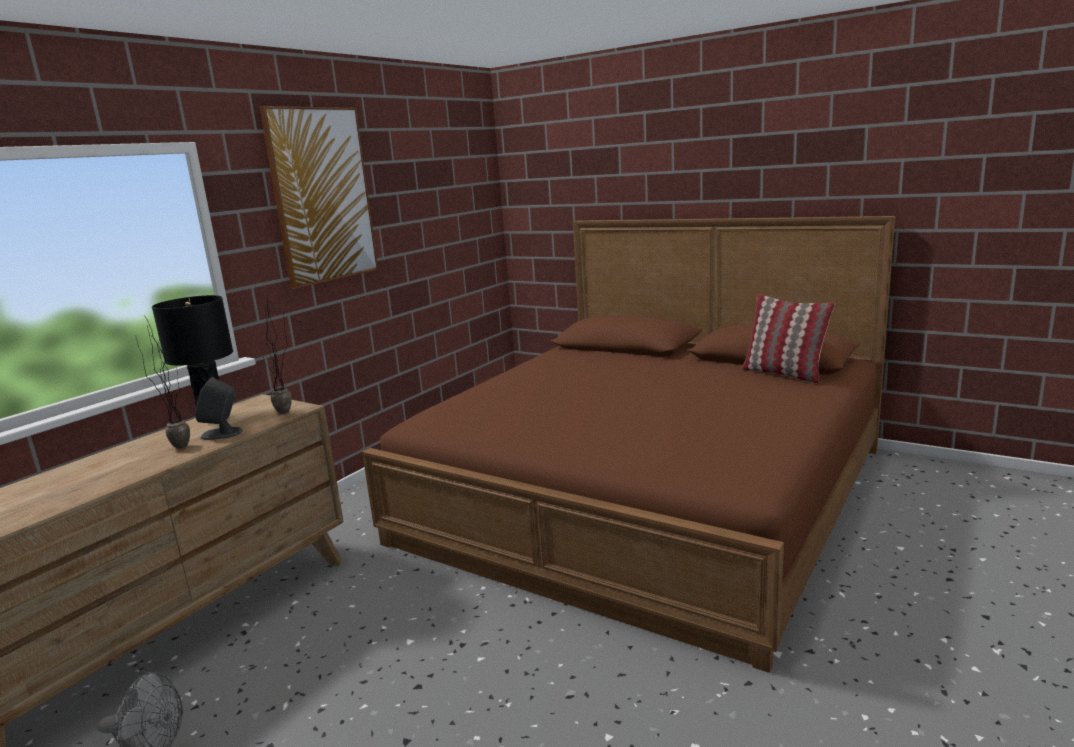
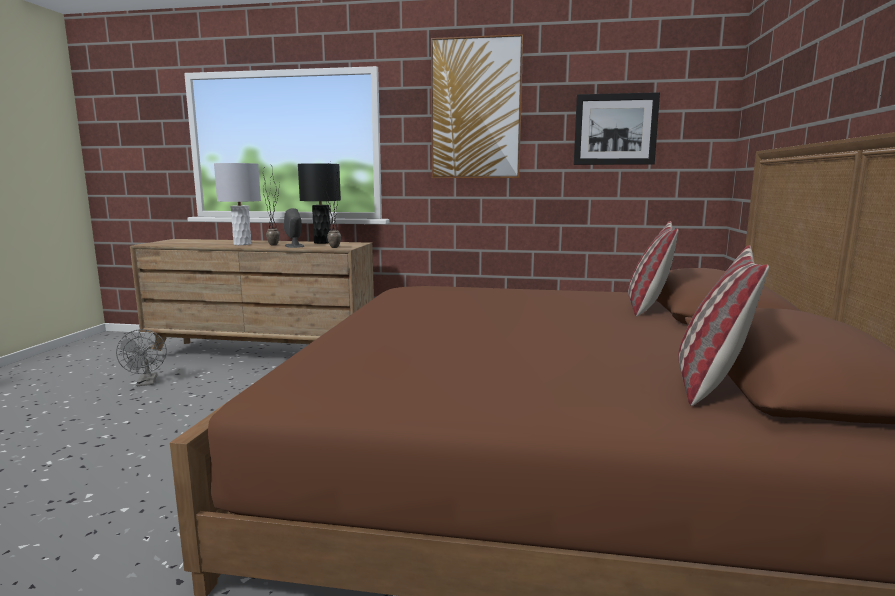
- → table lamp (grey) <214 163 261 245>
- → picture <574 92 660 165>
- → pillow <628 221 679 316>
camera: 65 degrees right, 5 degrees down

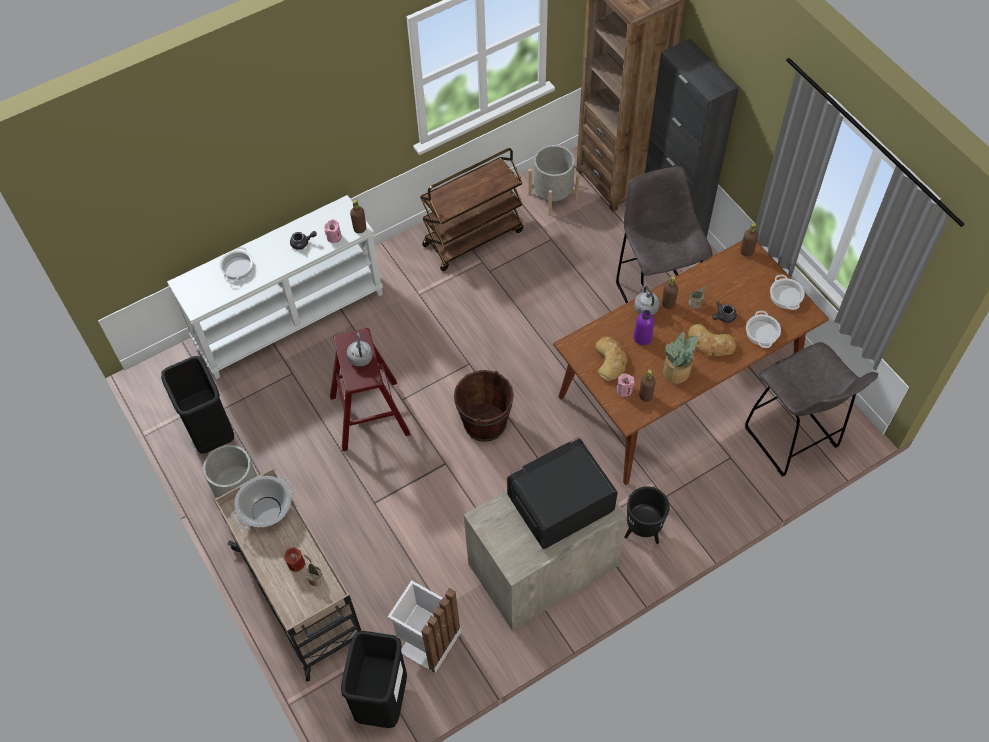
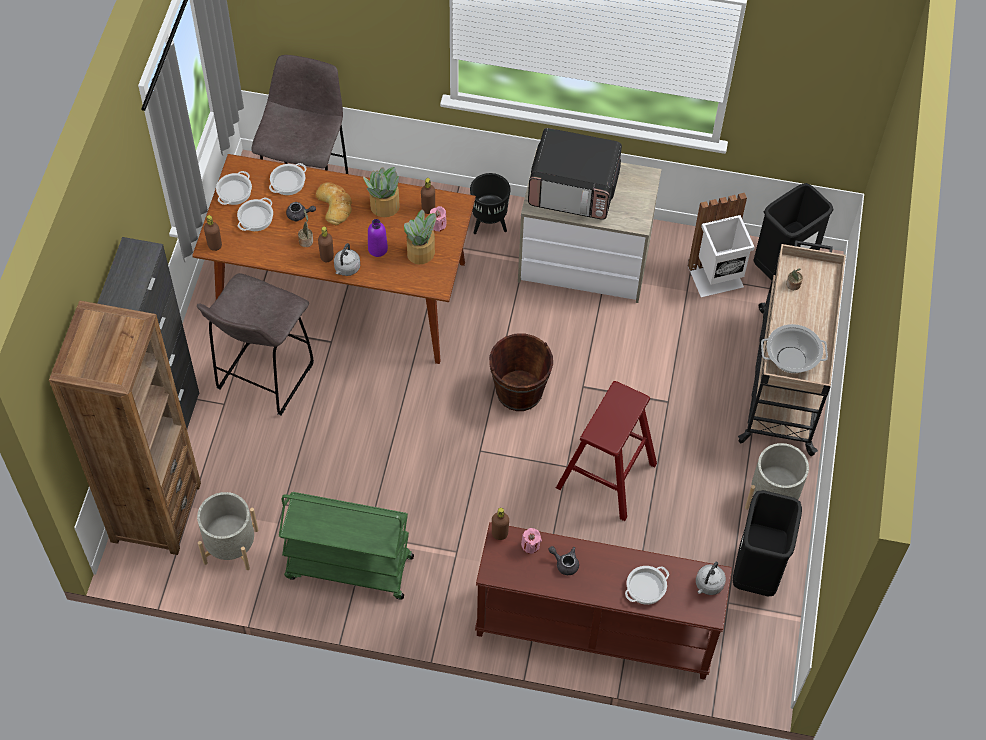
- → cooking pot <237 197 273 231>
cart (brown) <420 148 524 271> → cart (green) <279 492 414 600>
bread <595 337 628 381> → potted plant <404 209 436 264>
console table (white) <167 195 383 379> → console table (brown) <475 522 732 680>
kettle (grey) <347 332 373 367> → kettle (grey) <696 562 726 595>, relocated
candle (red) <284 547 305 572> → -
camera: 140 degrees left, 0 degrees up

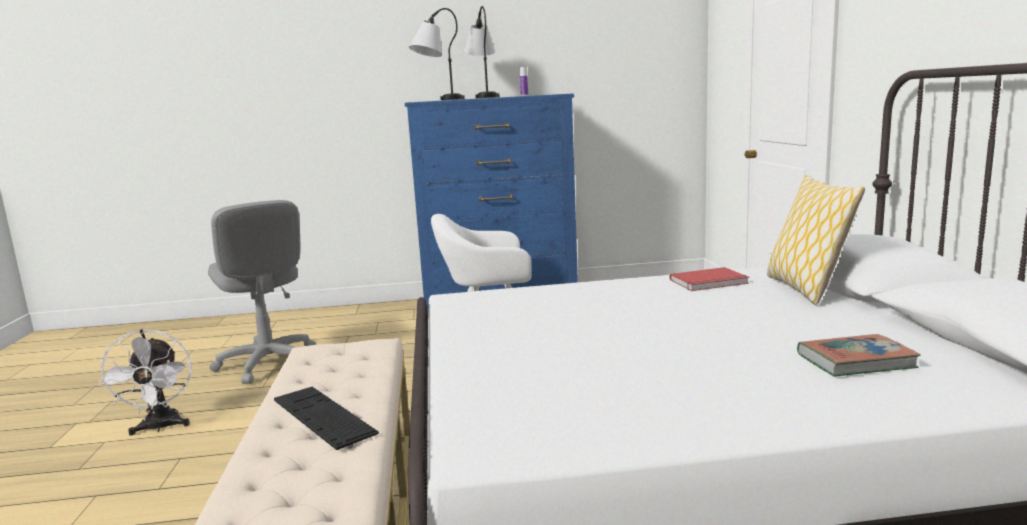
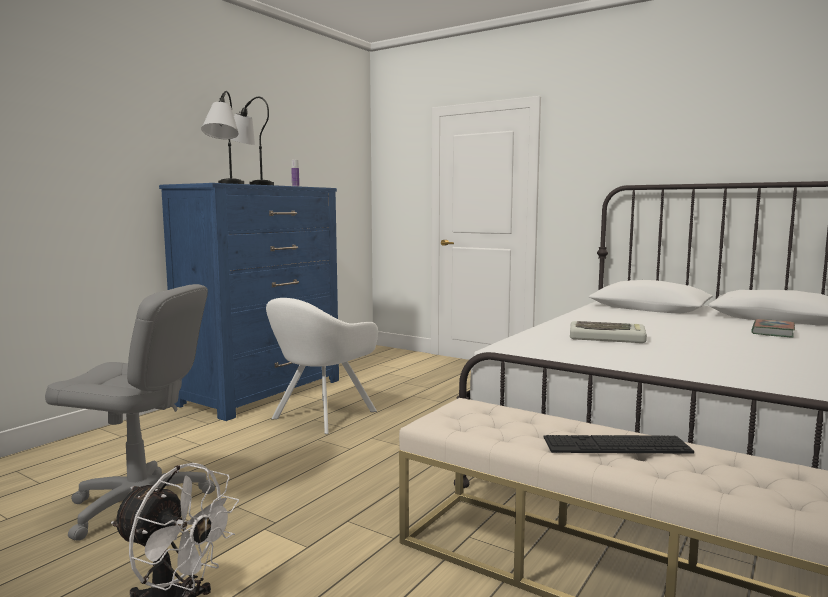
- → keyboard <570 321 647 343>
book (red) <670 267 749 291> → -
pillow <767 175 865 305> → -
camera: 50 degrees left, 5 degrees down

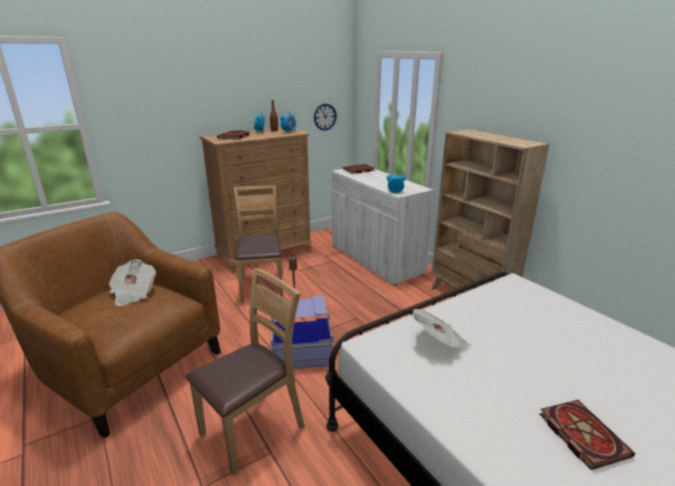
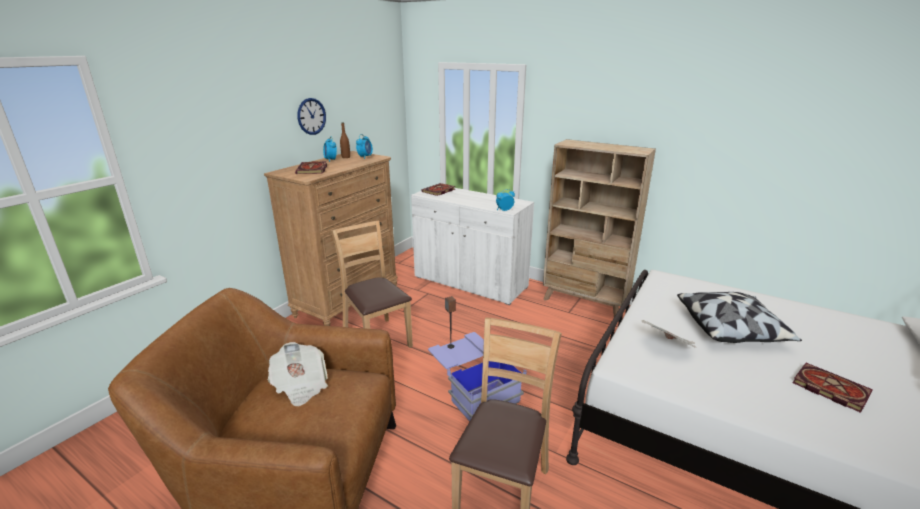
wall clock <314 103 337 131> → wall clock <297 98 326 135>, relocated
- → pillow <677 292 802 343>
camera: 25 degrees left, 0 degrees up

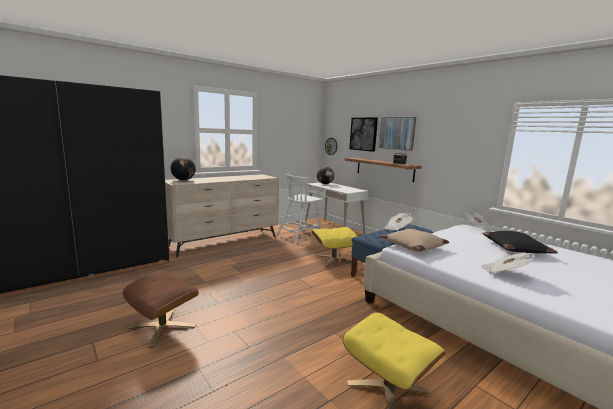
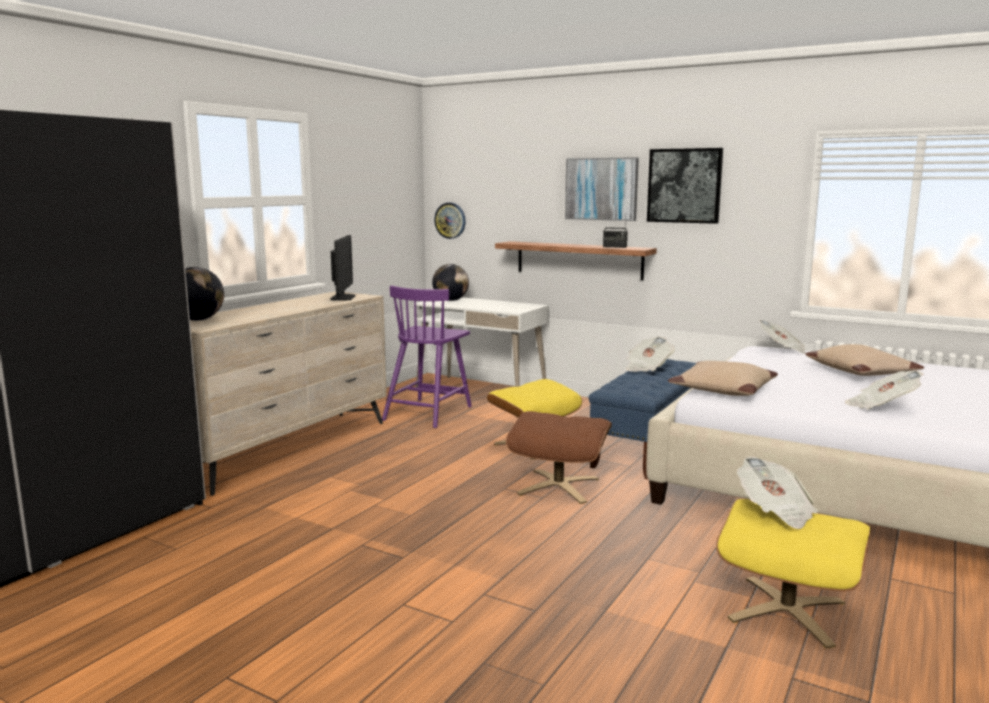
- → monitor <330 235 356 300>
chair (white) <276 174 323 243> → chair (purple) <382 286 472 428>
ottoman (brown) <123 270 199 348> → ottoman (brown) <506 411 612 504>, relocated
picture <350 118 378 152> → picture <647 148 723 224>, relocated
- → newspaper <737 456 818 529>
pillow (black) <483 231 558 254> → pillow (beige) <805 344 924 376>
camera: 20 degrees left, 0 degrees up

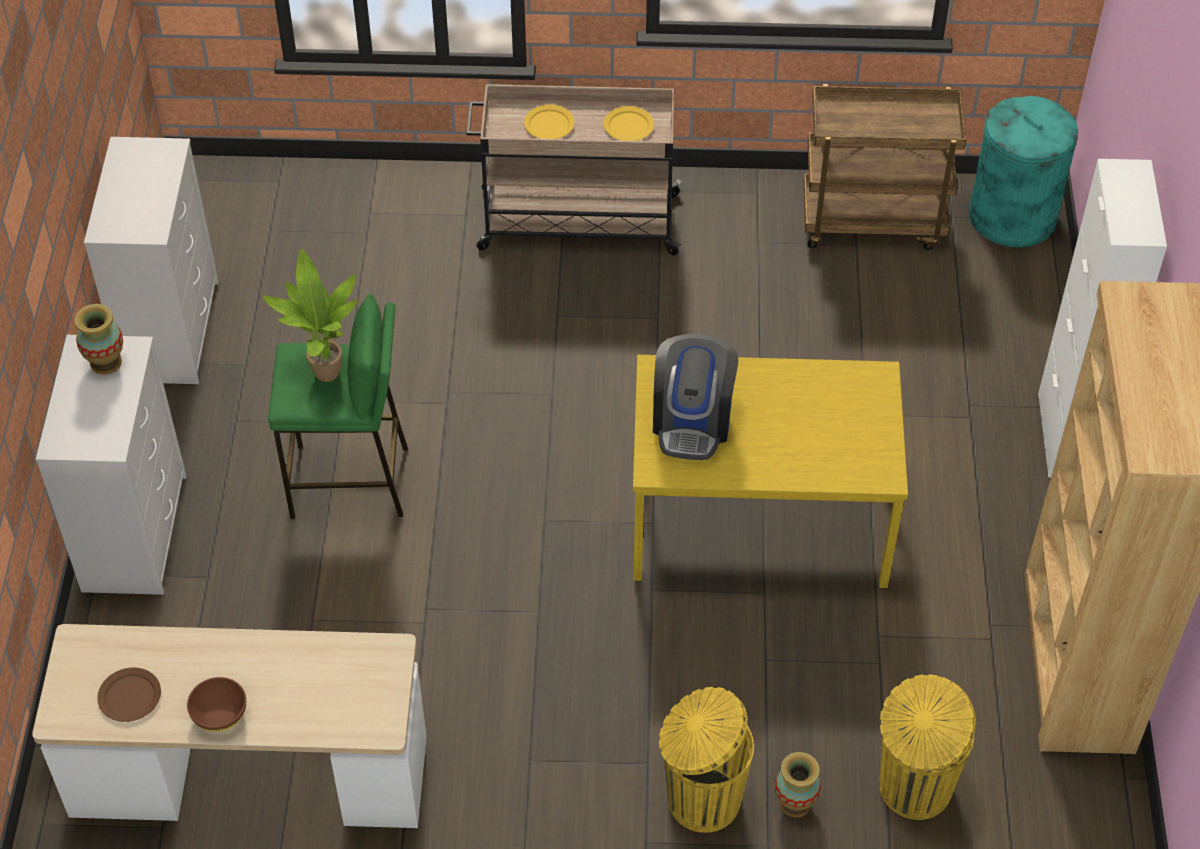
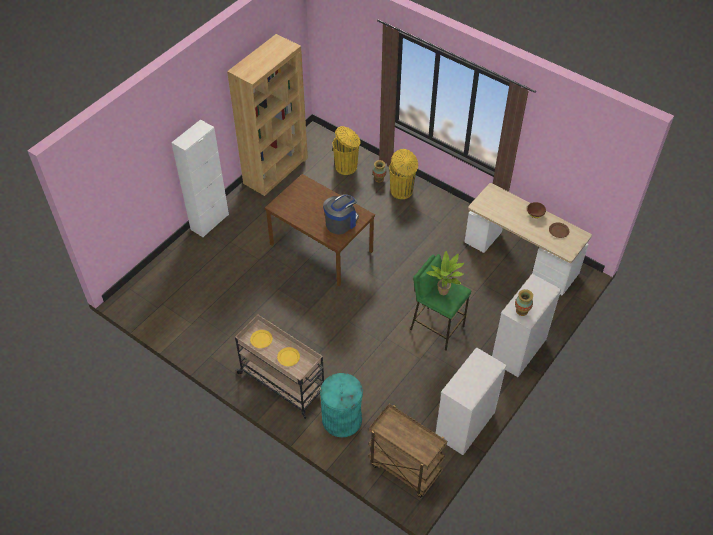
dining table (yellow) <633 355 908 588> → dining table (brown) <265 174 375 286>
trash can (turquoise) <969 96 1078 247> → trash can (turquoise) <320 373 363 437>, relocated
cart (brown) <803 84 966 250> → cart (brown) <368 404 447 498>, relocated
camera: 145 degrees left, 0 degrees up

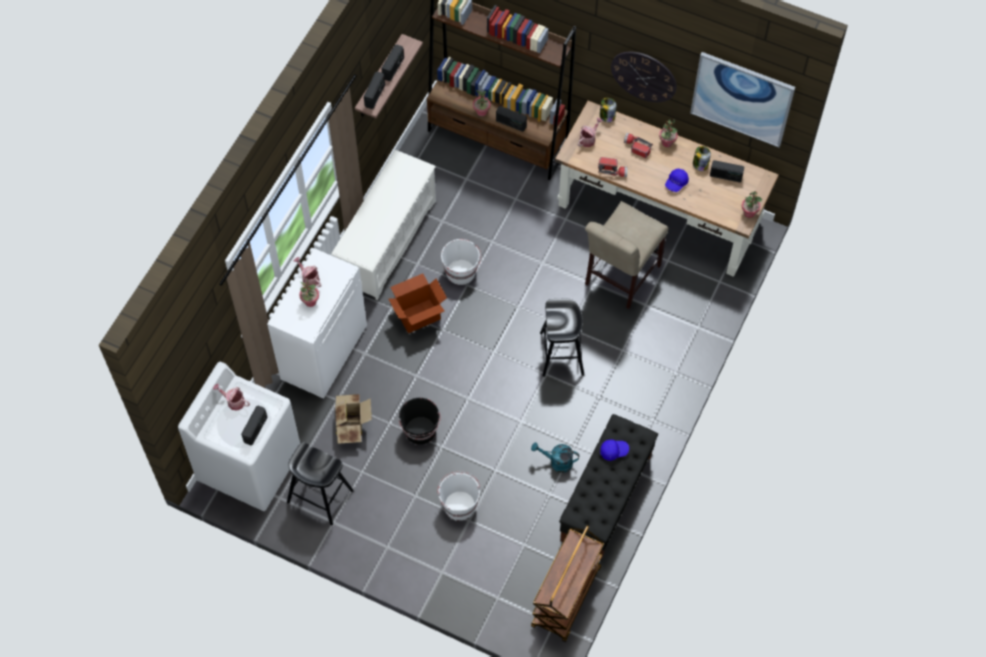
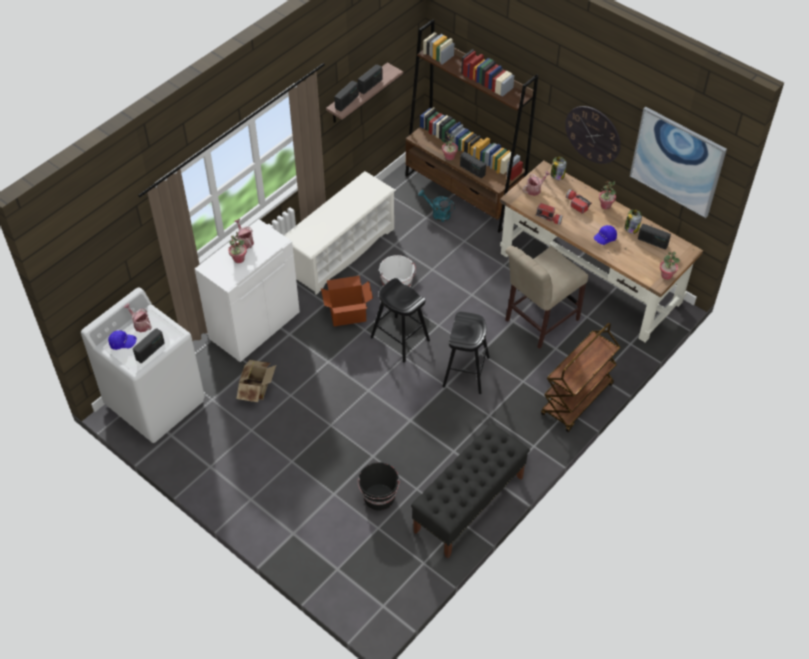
cap (blue) <600 439 629 461> → cap (blue) <108 330 137 350>, relocated
bucket (black) <399 398 441 445> → bucket (black) <358 462 399 511>, relocated
stool (black) <287 443 354 525> → stool (black) <371 278 430 362>, relocated
watering can (turquoise) <531 442 579 473> → watering can (turquoise) <418 190 455 222>, relocated
cart (brown) <531 525 604 642> → cart (brown) <541 323 621 432>, relocated
bucket (white) <437 471 480 521> → -
camera: 15 degrees right, 10 degrees down

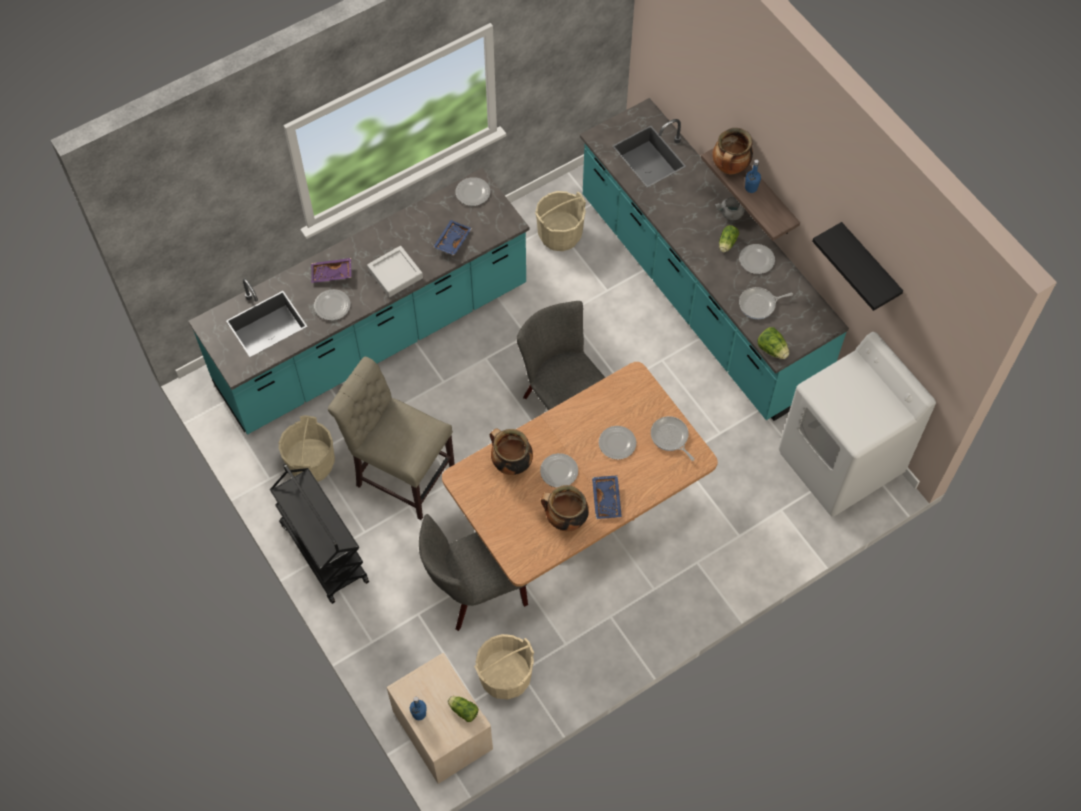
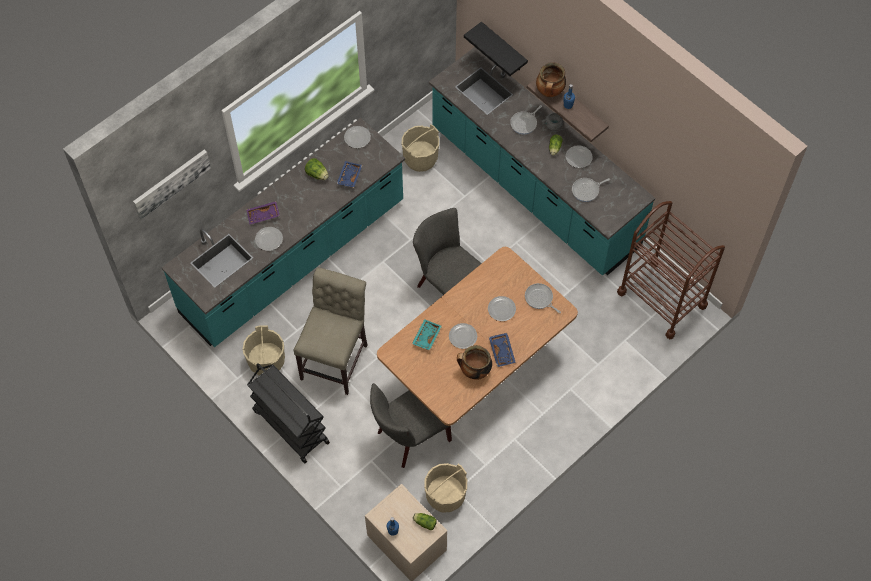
- → picture <133 149 211 219>
chair (beige) <328 357 455 520> → chair (beige) <293 267 368 395>, 90 degrees clockwise
lettuce <758 327 789 359> → lettuce <305 158 329 180>, relocated
cooking pot <490 428 533 475> → tray (turquoise) <412 319 442 351>
shelf (black) <812 222 903 311> → shelf (black) <464 22 528 76>, relocated
- → frying pan <510 105 542 135>
washing machine (white) <779 332 936 517> → cart (brown) <617 201 725 340>
tray (grey) <367 246 423 297> → -
camera: 10 degrees left, 0 degrees up

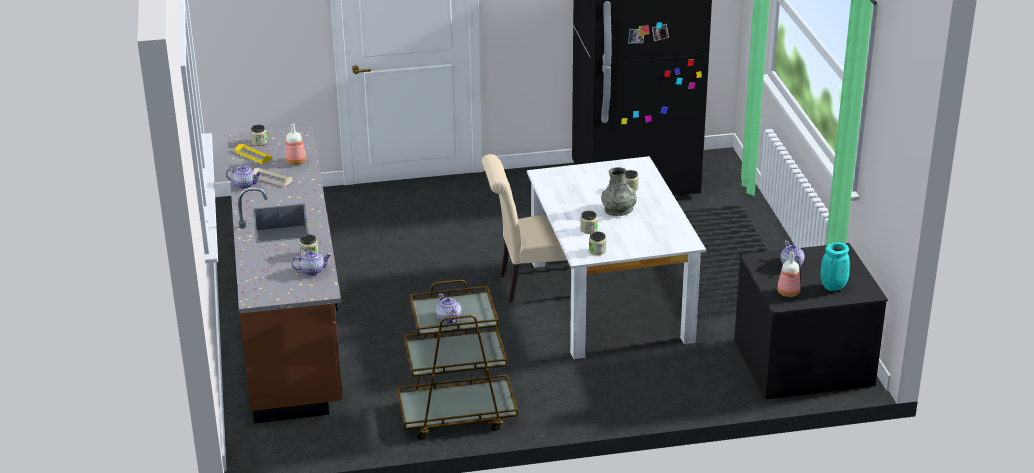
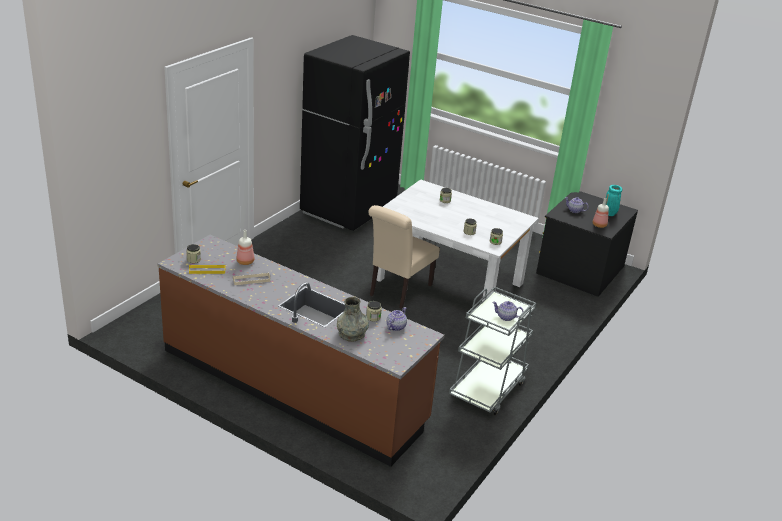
vase (grey) <601 167 637 216> → vase (grey) <337 297 369 342>, relocated
cart (brown) <397 280 518 440> → cart (grey) <449 286 536 415>
teapot <226 166 262 189> → -
camera: 50 degrees left, 0 degrees up

